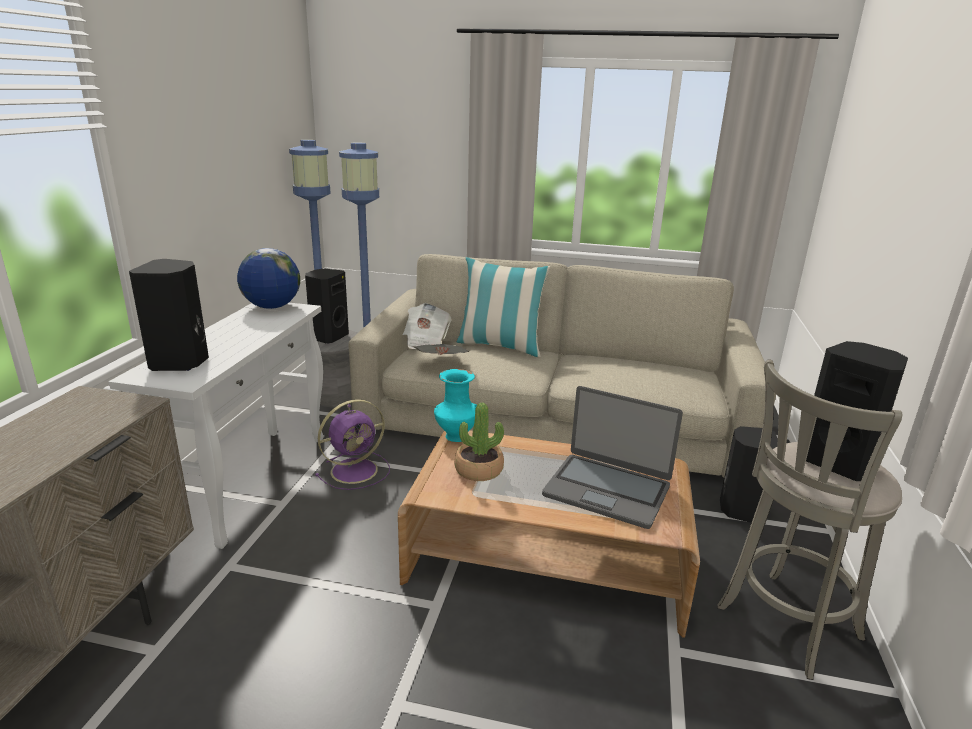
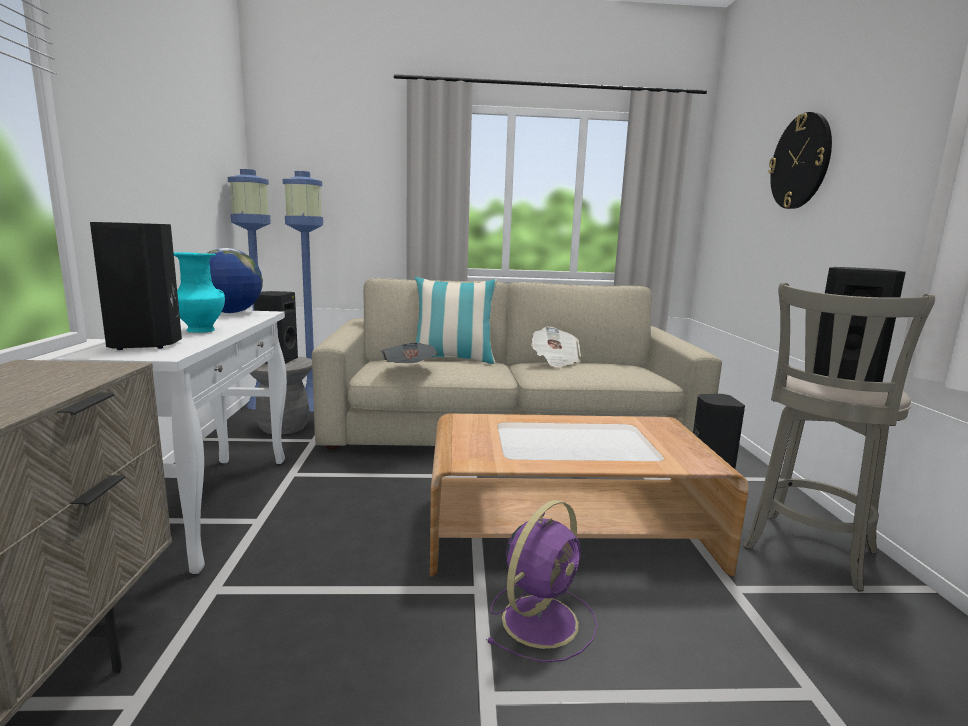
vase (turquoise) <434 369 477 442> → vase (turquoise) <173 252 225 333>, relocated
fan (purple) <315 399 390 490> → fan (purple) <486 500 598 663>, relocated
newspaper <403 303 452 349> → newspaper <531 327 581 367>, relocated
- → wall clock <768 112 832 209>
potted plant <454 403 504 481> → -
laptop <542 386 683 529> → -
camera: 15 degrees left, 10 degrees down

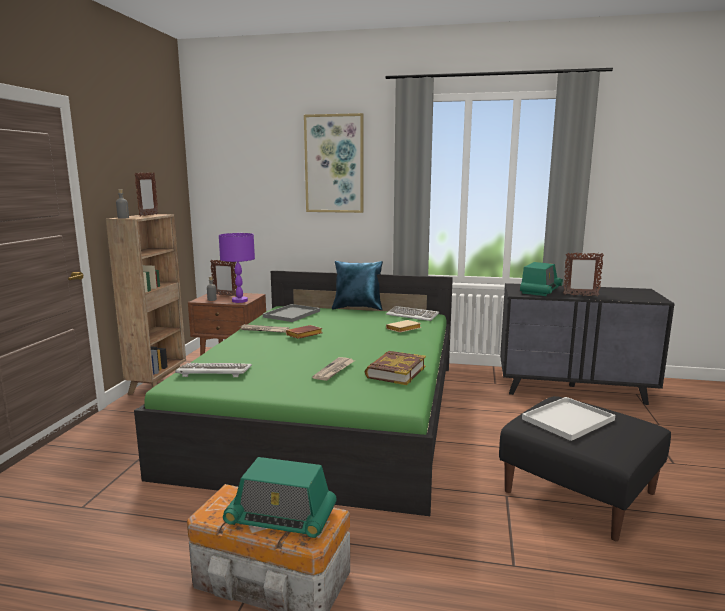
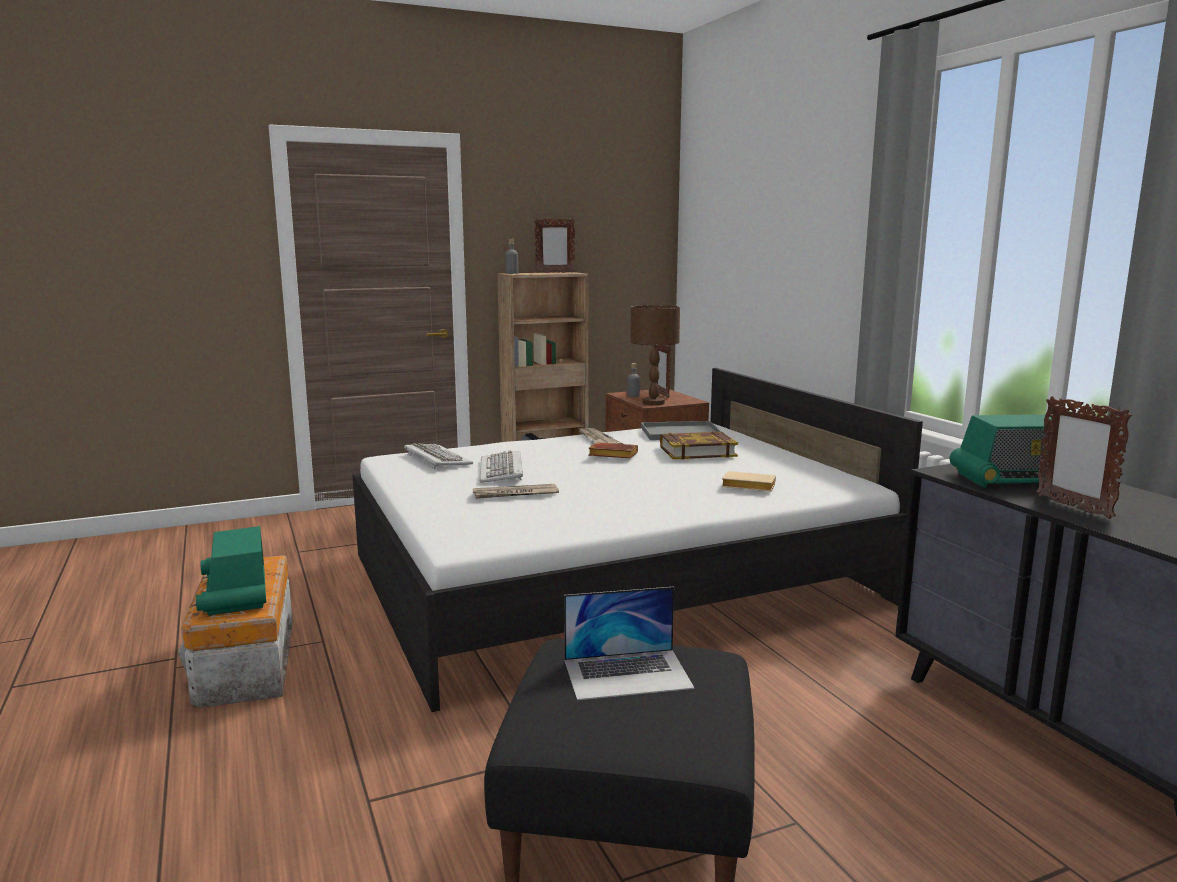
bed (green) <134 270 453 516> → bed (white) <352 368 923 712>
keyboard <386 306 439 321> → keyboard <480 450 523 483>, relocated
tray (white) <522 397 615 441> → laptop <564 587 694 700>
table lamp (purple) <219 233 255 303> → table lamp (brown) <630 305 680 405>
book <365 351 426 385> → book <660 431 738 460>, relocated
picture <304 113 364 213> → -
pillow (blue) <332 261 383 310> → -
camera: 55 degrees right, 0 degrees up

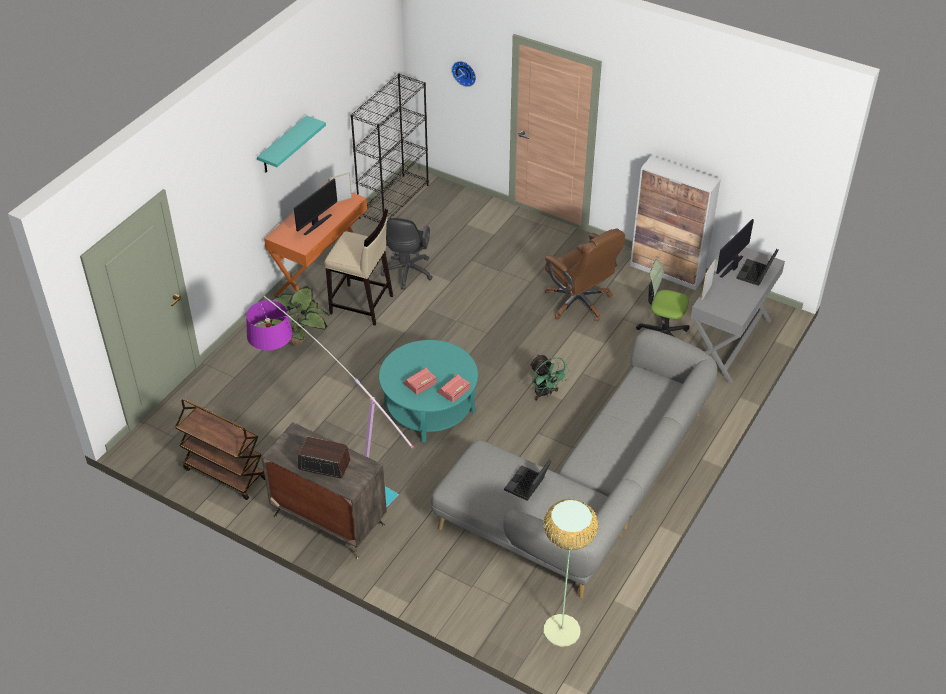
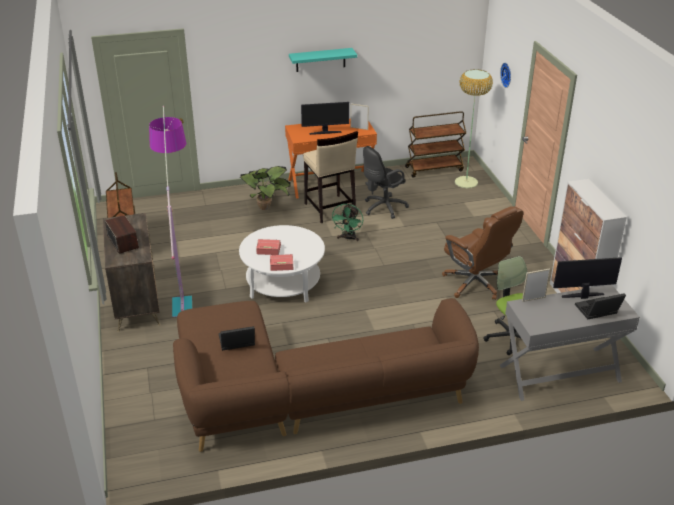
sofa (grey) <431 329 717 598> → sofa (brown) <173 298 479 452>
coffee table (turquoise) <379 340 478 442> → coffee table (white) <239 225 325 303>
fan (green) <530 354 570 401> → fan (green) <331 203 363 241>, relocated
bookcase (black) <350 73 429 223> → cart (brown) <405 111 466 177>
office chair (brown) <545 228 625 322> → office chair (brown) <442 206 523 300>, 45 degrees counterclockwise
floor lamp <544 499 598 647> → floor lamp <455 69 493 188>, relocated
camera: 45 degrees right, 10 degrees down

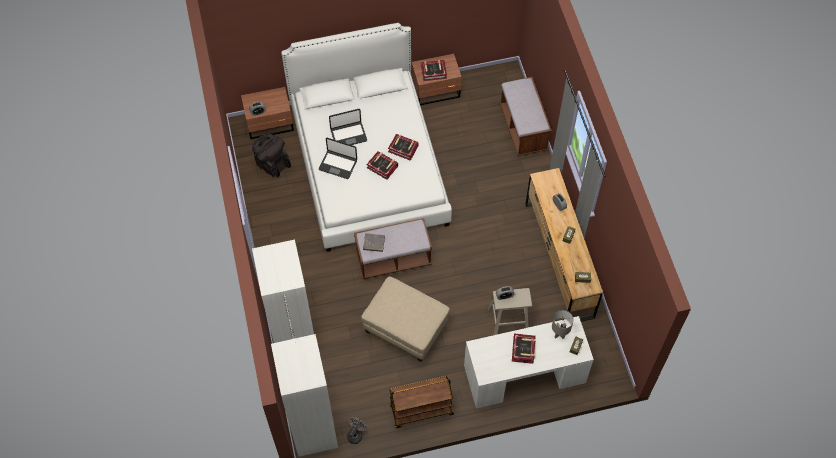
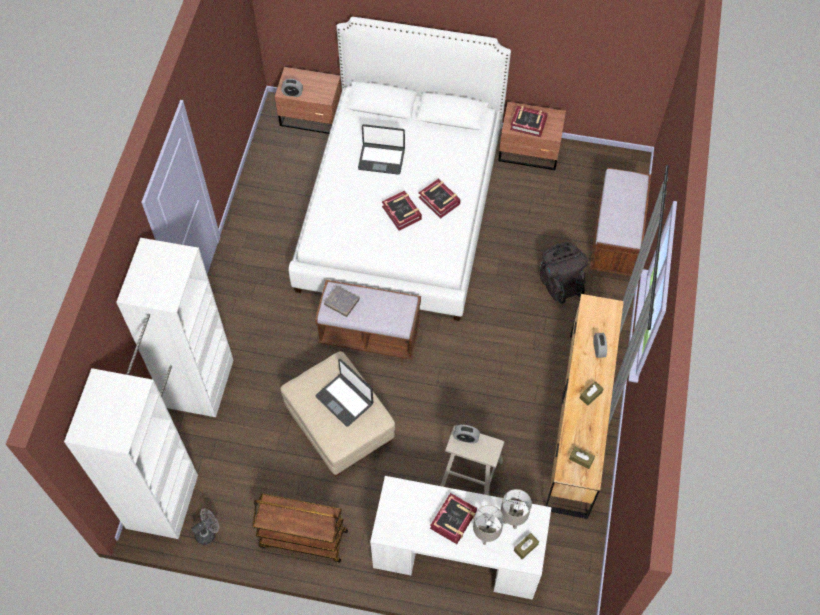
laptop <319 138 357 179> → laptop <316 359 374 427>, relocated
- → table lamp (grey) <473 505 504 545>
backpack (black) <252 133 291 177> → backpack (black) <540 242 588 304>, relocated
camera: 25 degrees right, 0 degrees up

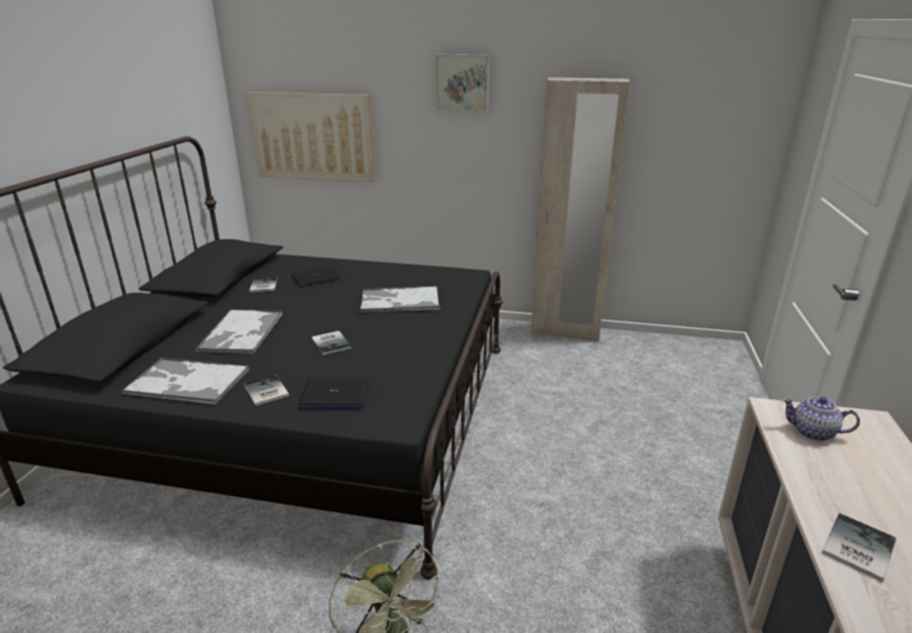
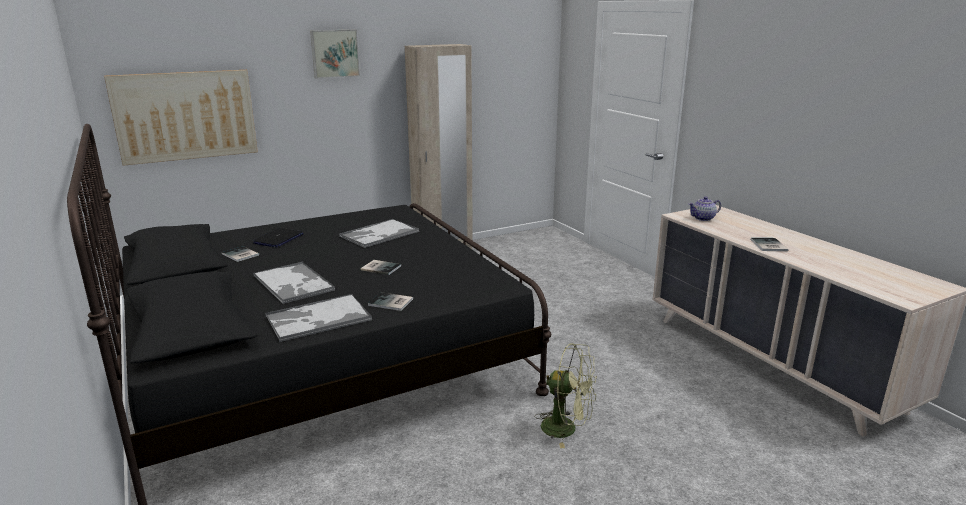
laptop <298 379 369 409> → -
camera: 40 degrees left, 5 degrees down

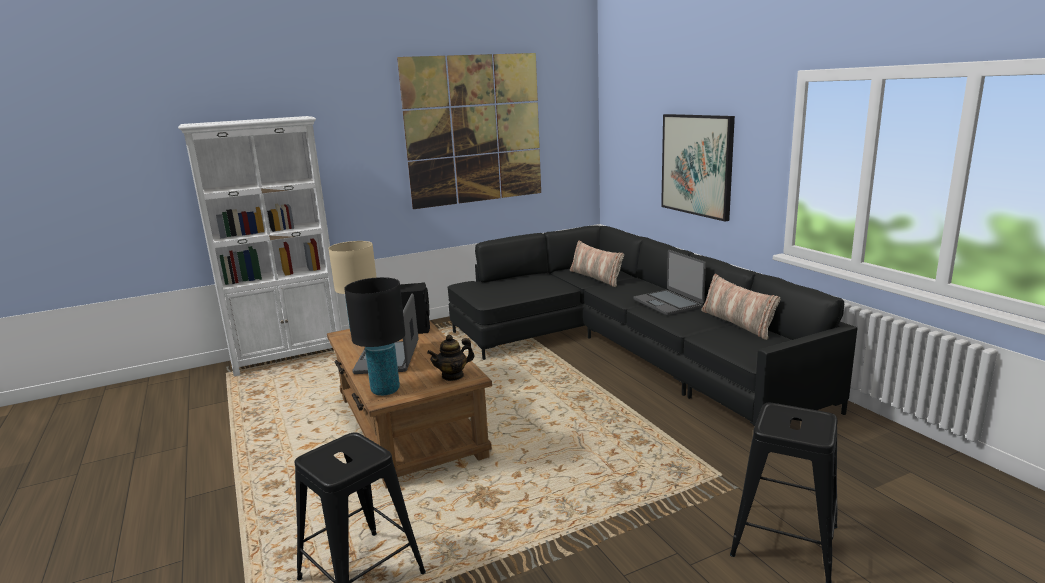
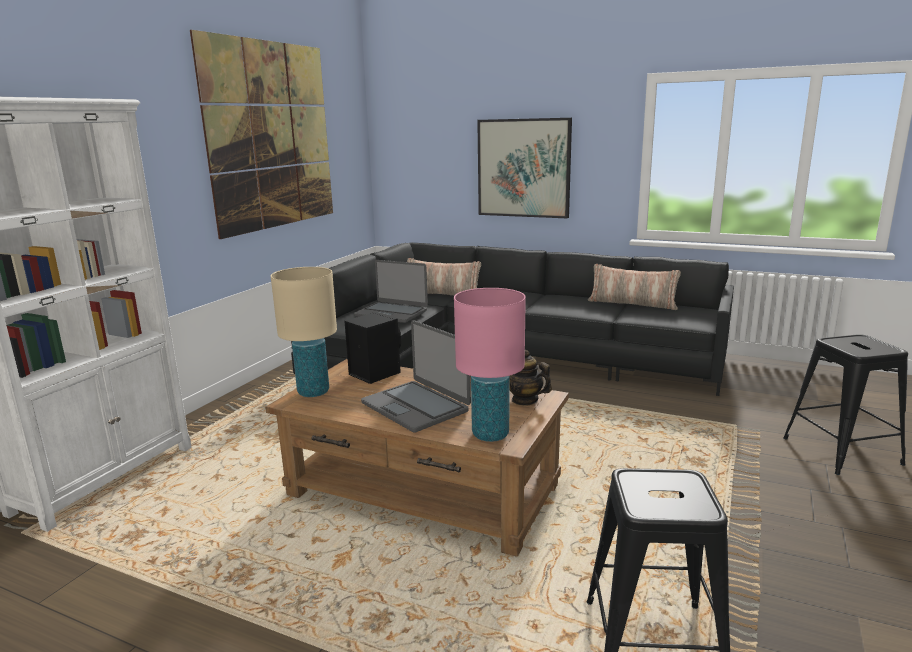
laptop <633 250 706 316> → laptop <354 260 428 323>, relocated
table lamp (black) <344 277 405 396> → table lamp (pink) <454 288 526 442>
teapot <427 335 474 381> → teapot <509 350 552 406>, 105 degrees clockwise
camera: 40 degrees left, 0 degrees up

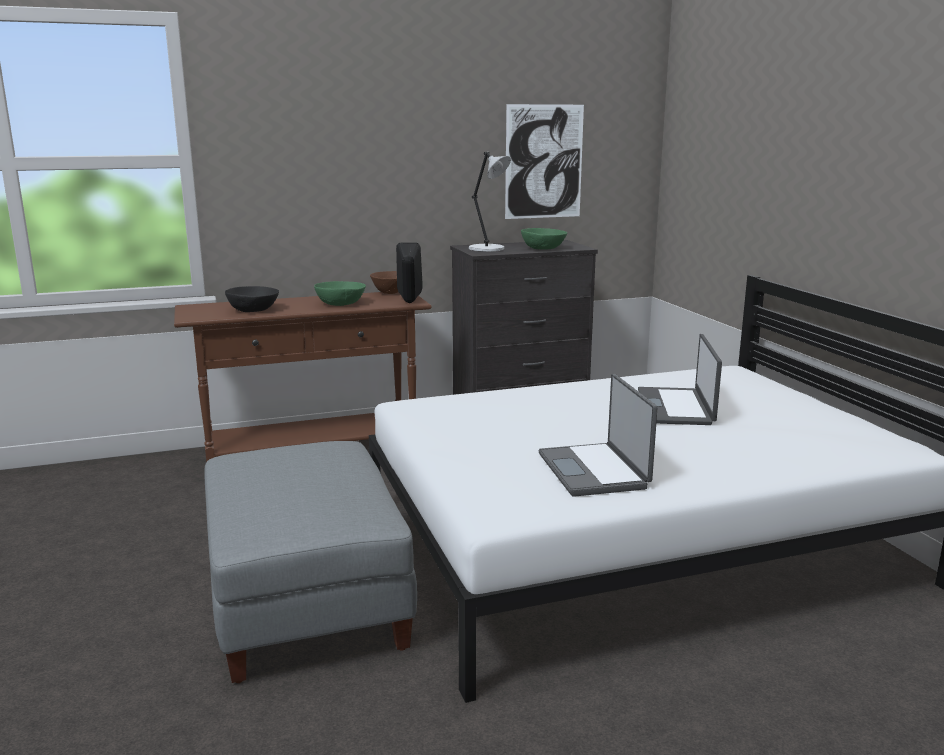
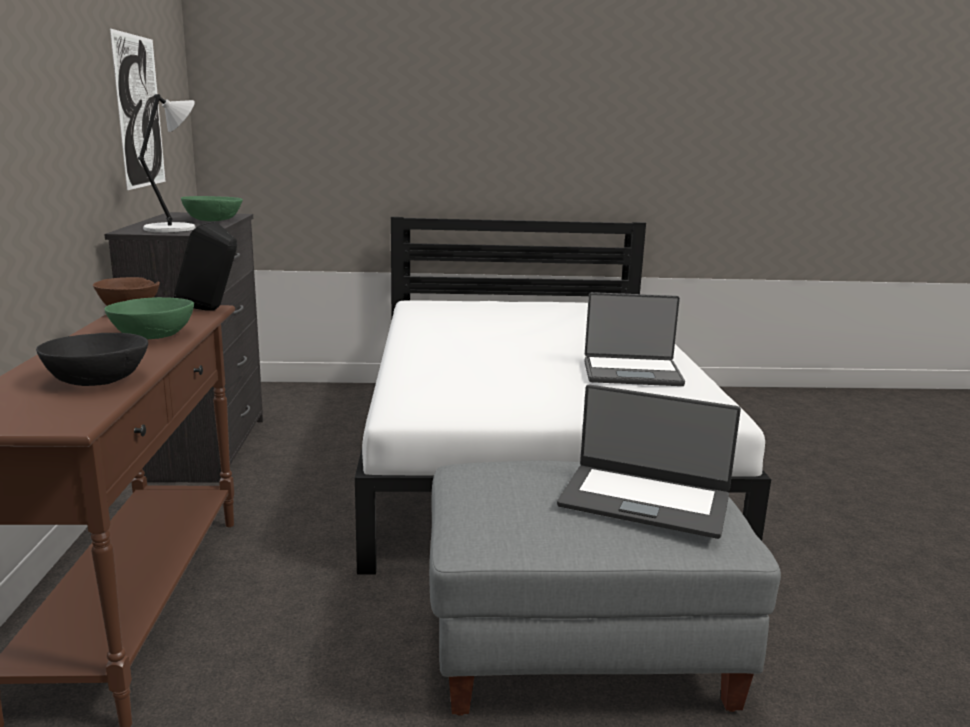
laptop <638 334 722 425> → laptop <557 384 741 539>, relocated
camera: 75 degrees left, 0 degrees up

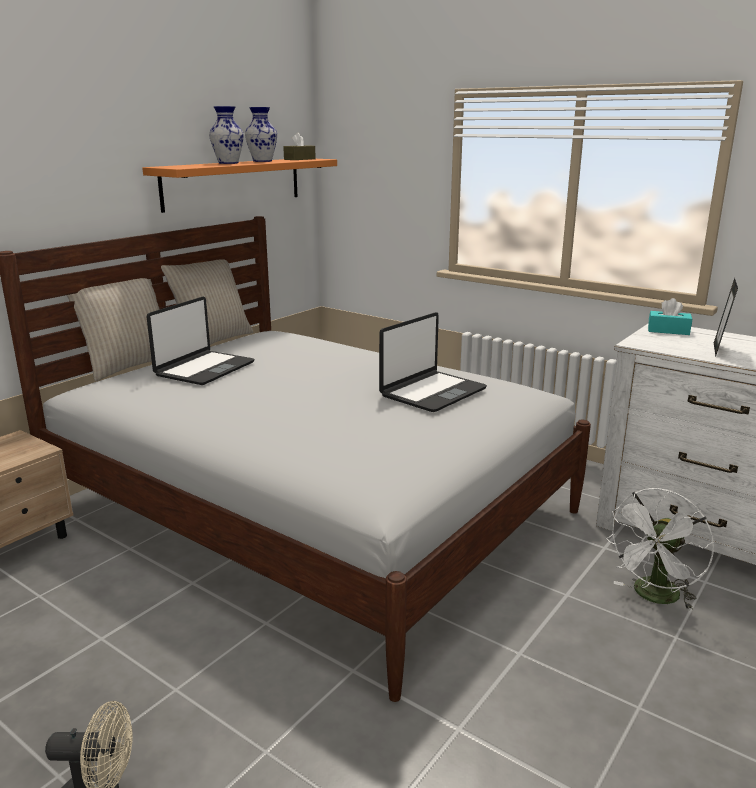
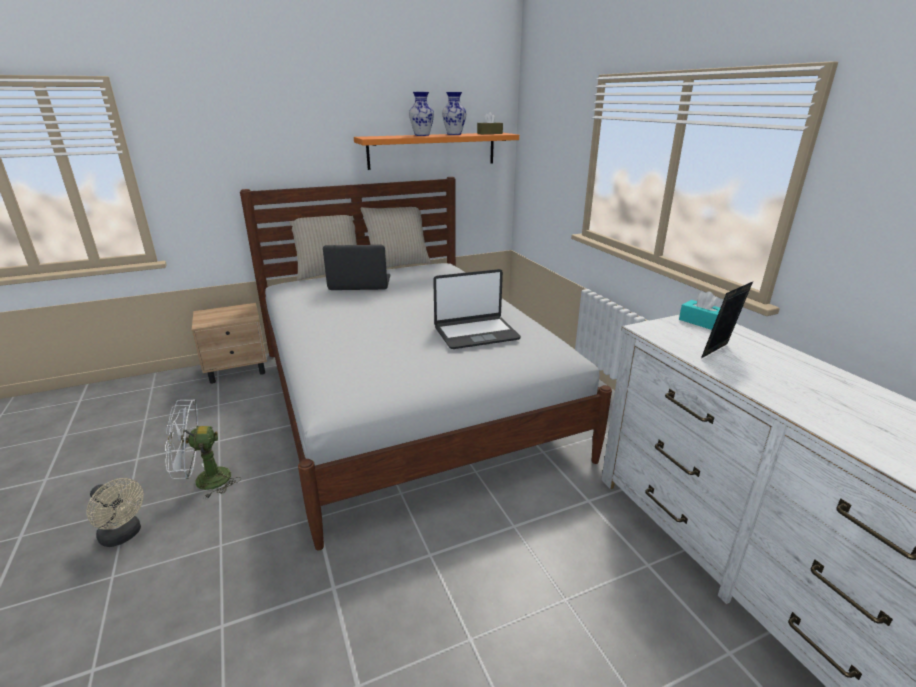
fan (white) <606 488 714 610> → fan (white) <165 399 241 499>, relocated
laptop <147 297 255 385> → laptop <323 245 391 290>, 150 degrees counterclockwise
camera: 30 degrees right, 5 degrees up

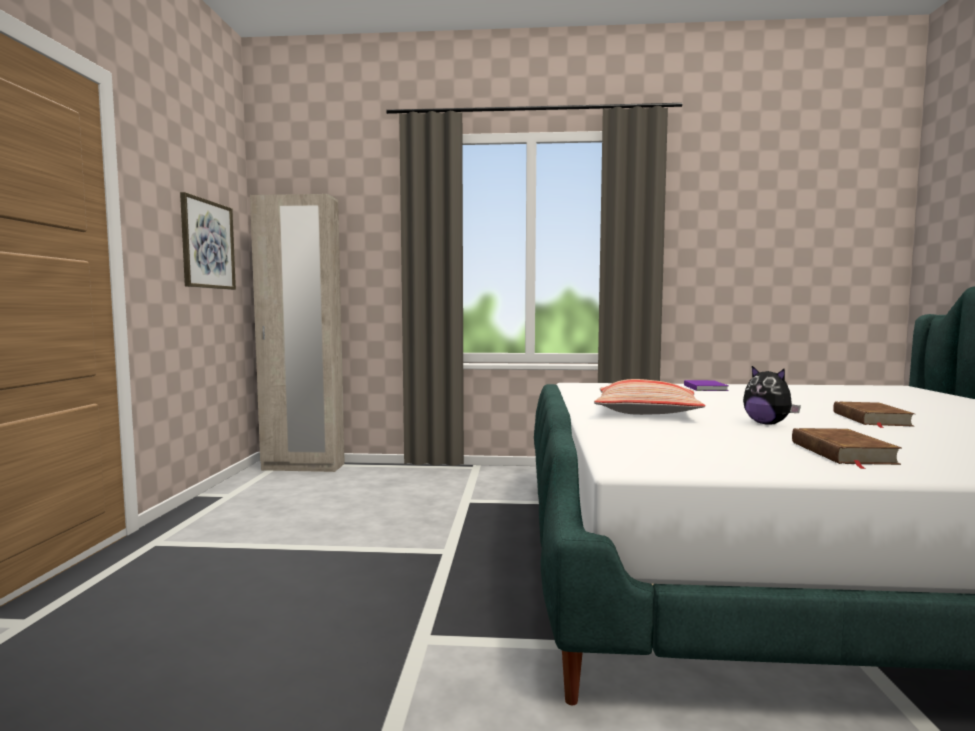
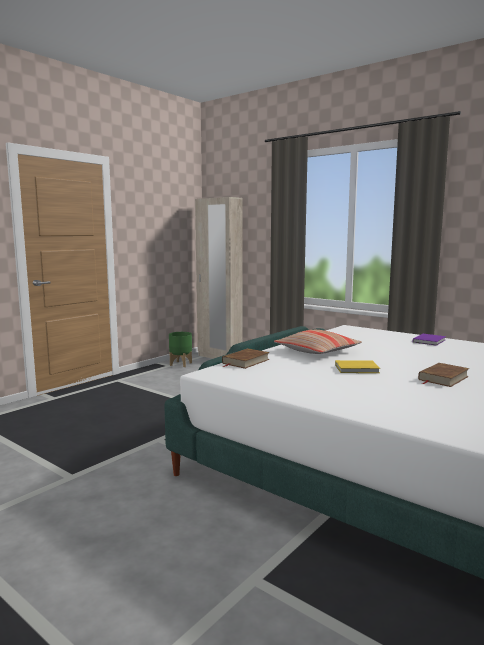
- → planter (green) <169 332 192 367>
book (brown) <792 428 902 469> → book (brown) <222 348 270 369>, relocated
plush toy <743 366 801 424> → book (yellow) <335 360 380 373>
picture <180 192 236 290> → -
camera: 35 degrees right, 5 degrees up

